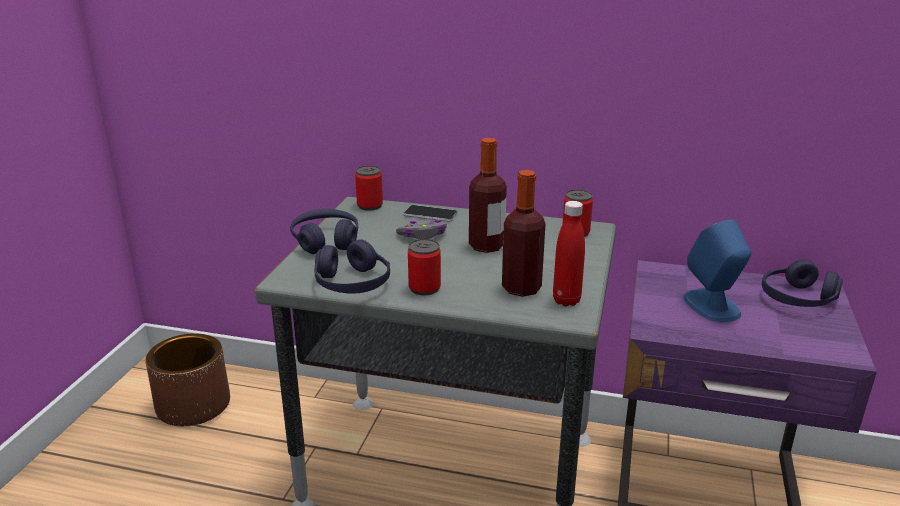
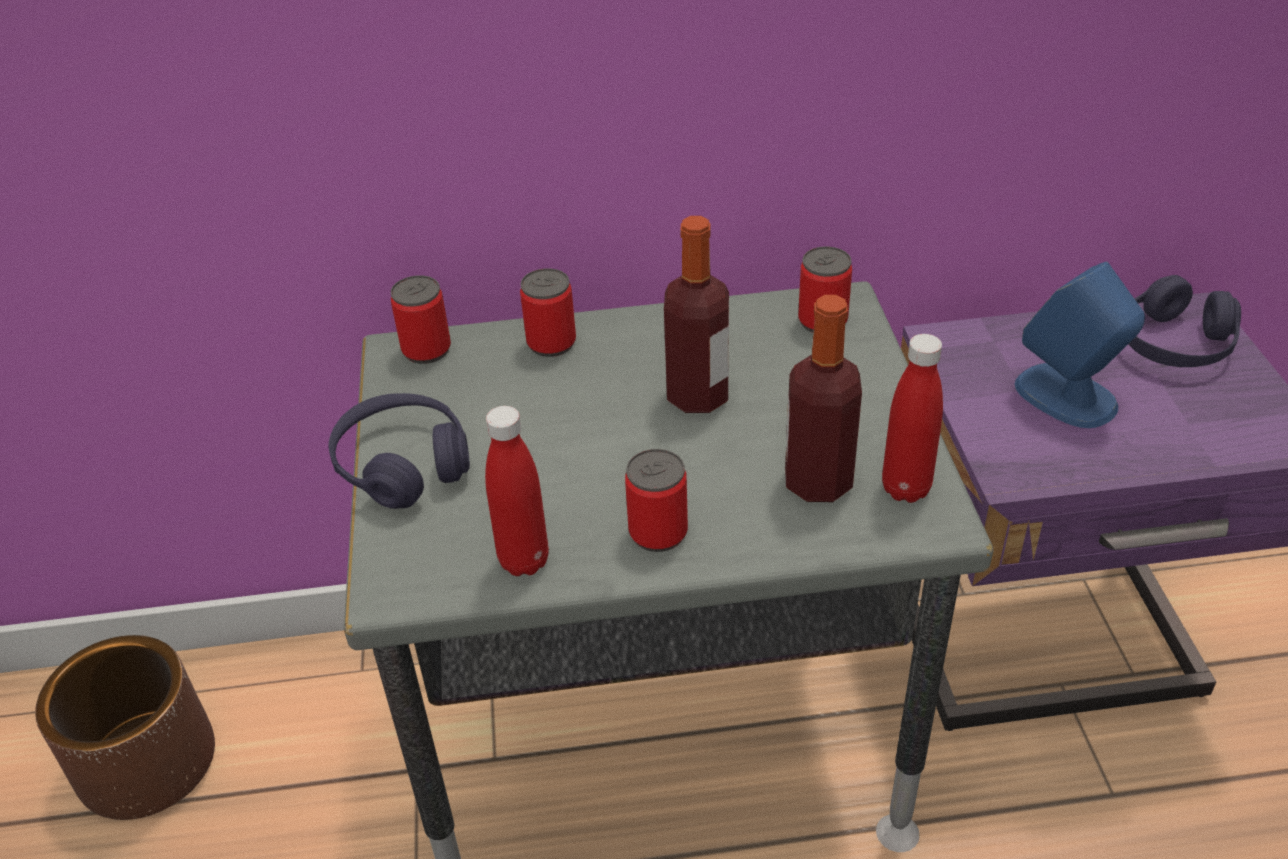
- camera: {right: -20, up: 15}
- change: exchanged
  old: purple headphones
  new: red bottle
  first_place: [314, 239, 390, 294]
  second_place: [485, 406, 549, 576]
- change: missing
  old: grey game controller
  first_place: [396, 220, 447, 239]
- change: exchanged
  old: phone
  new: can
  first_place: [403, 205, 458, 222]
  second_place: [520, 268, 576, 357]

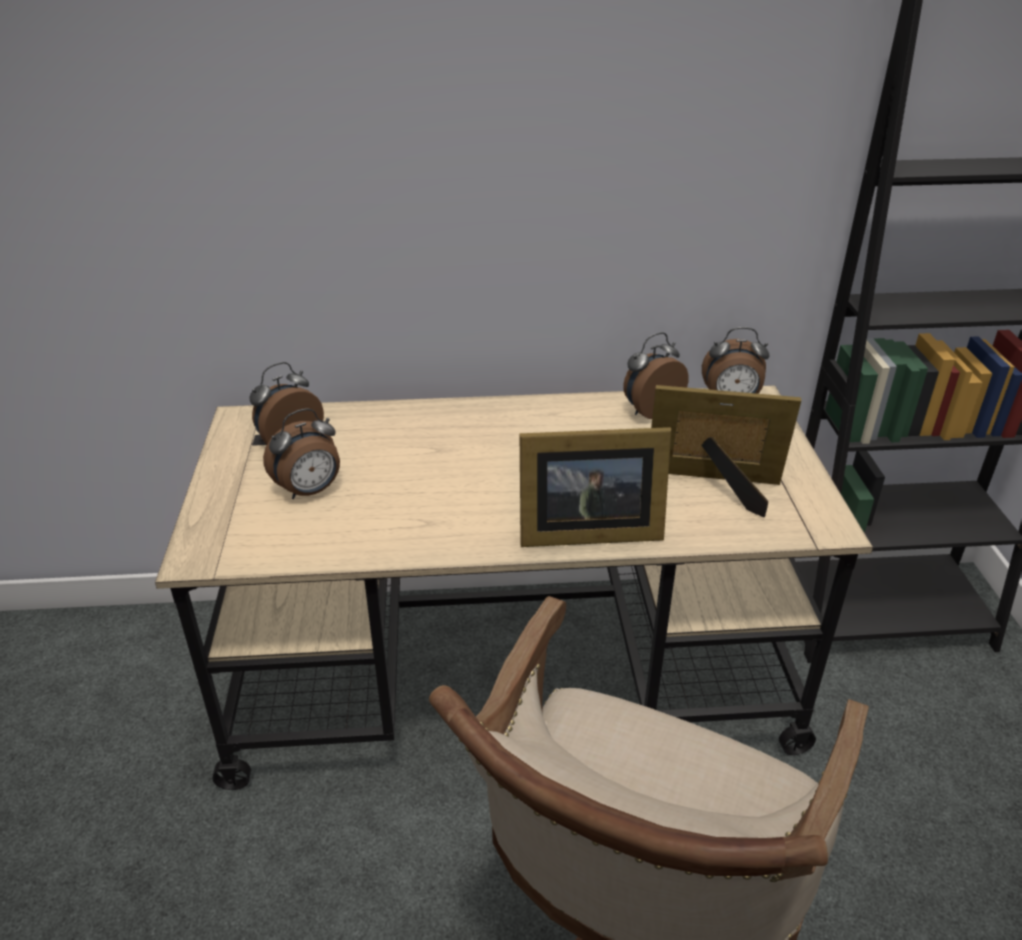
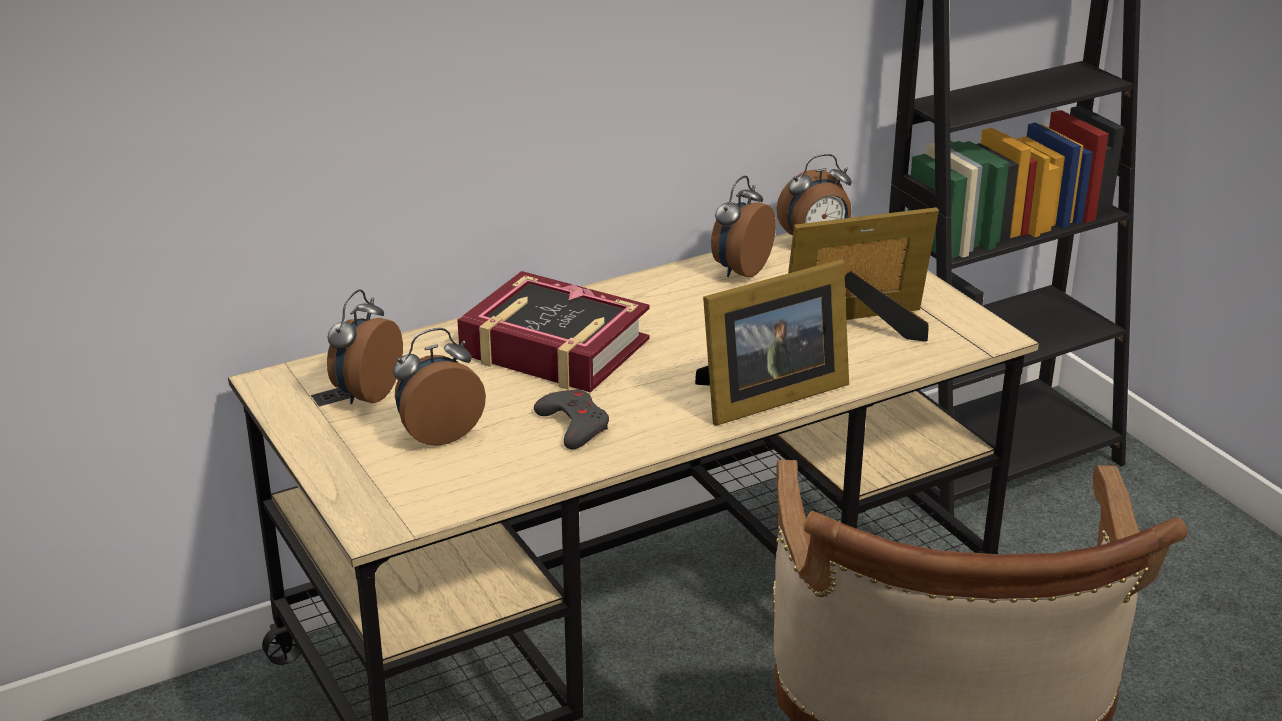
- camera: {right: -25, up: -5}
- change: spun
  old: alarm clock
  first_place: [263, 408, 340, 499]
  second_place: [393, 328, 486, 446]
  degrees: -150
- change: appeared
  new: book
  second_place: [457, 271, 649, 393]
- change: appeared
  new: grey game controller
  second_place: [534, 389, 609, 450]

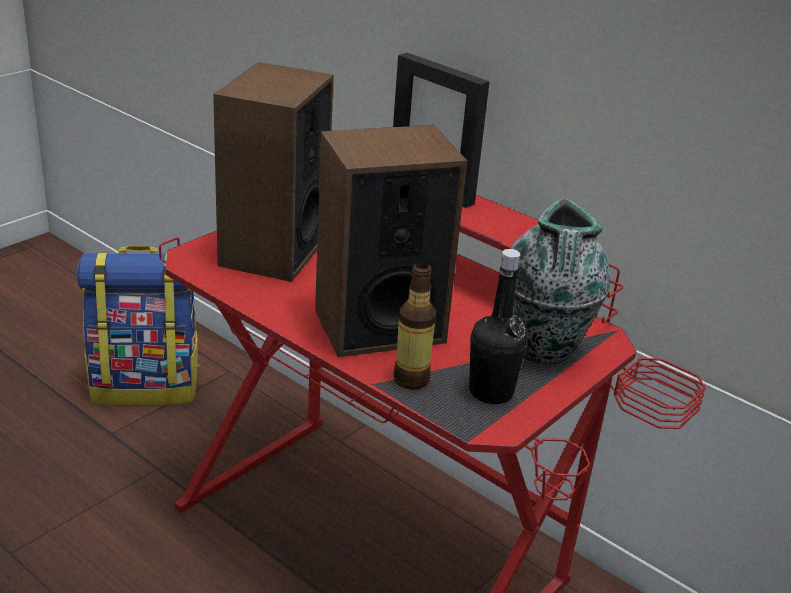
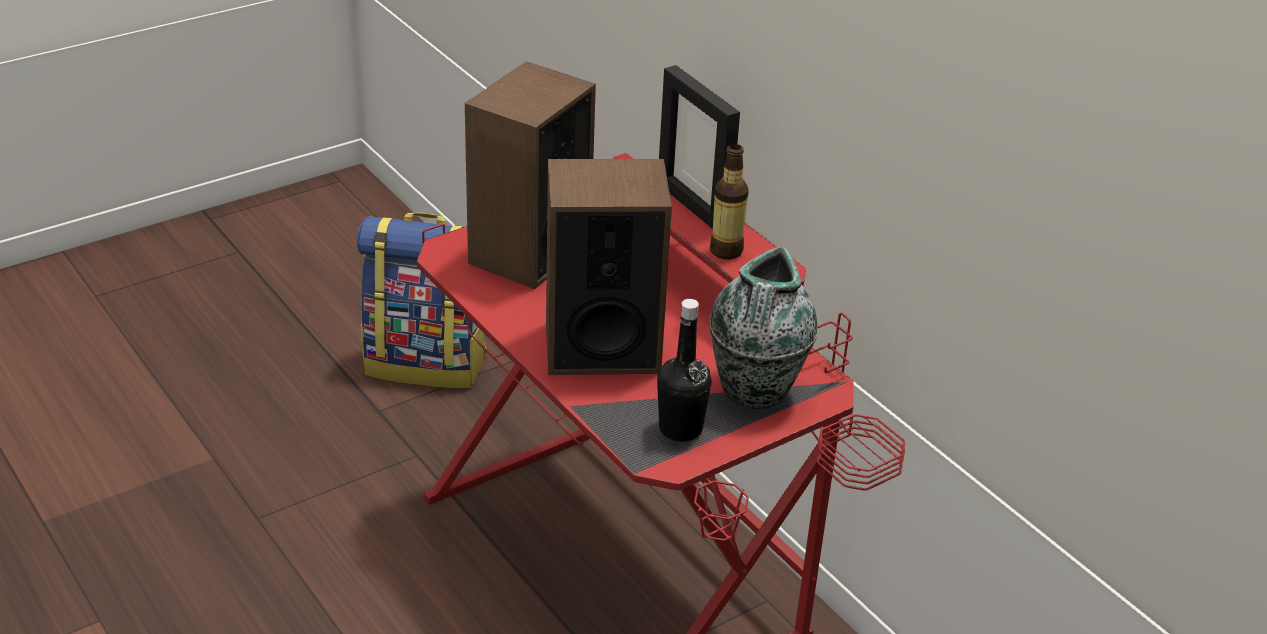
- camera: {right: 15, up: 5}
- change: relocated
  old: bottle
  first_place: [393, 263, 436, 390]
  second_place: [710, 144, 749, 259]

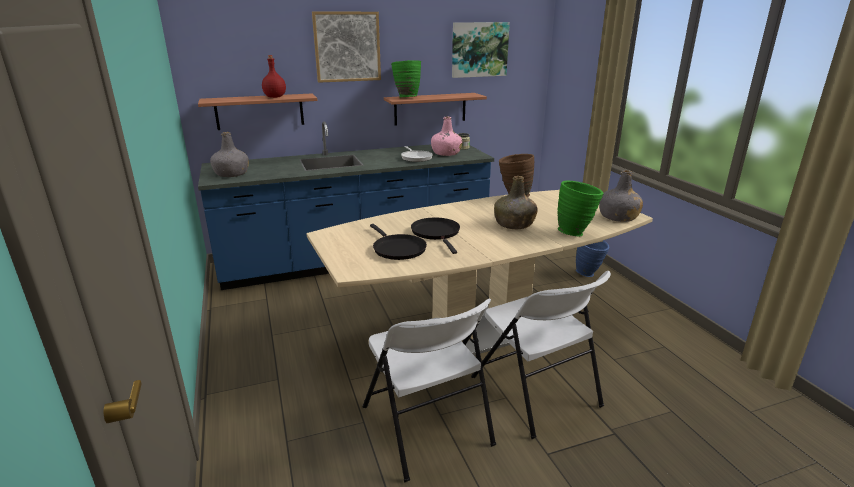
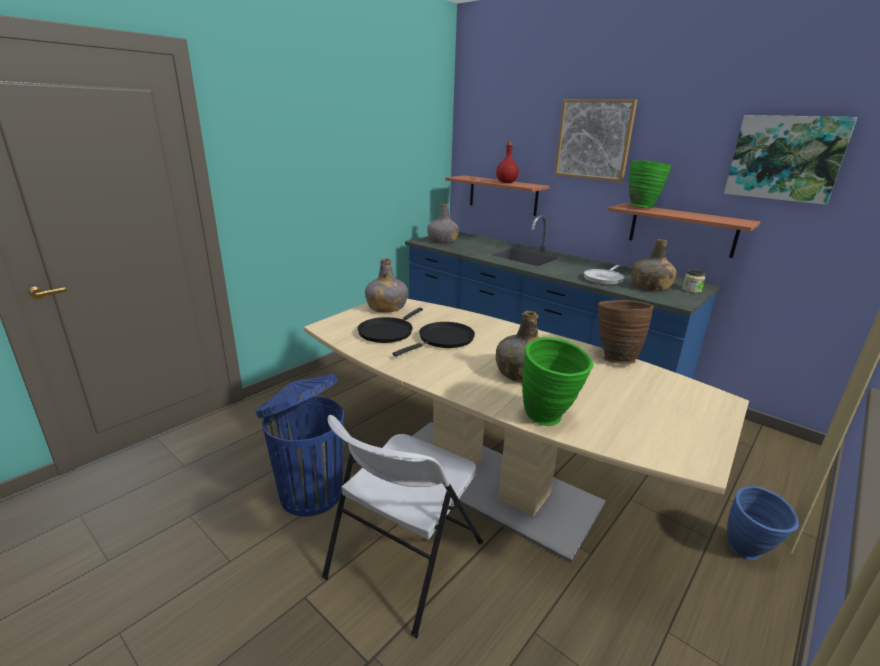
- camera: {right: 60, up: 0}
- change: exchanged
  old: white chair
  new: blue trash can
  first_place: [362, 299, 496, 483]
  second_place: [256, 374, 344, 517]
- change: colour
  old: pink bottle
  new: green bottle
  first_place: [431, 117, 462, 156]
  second_place: [631, 239, 677, 292]
- change: relocated
  old: grey bottle
  first_place: [599, 170, 643, 222]
  second_place: [365, 258, 408, 313]

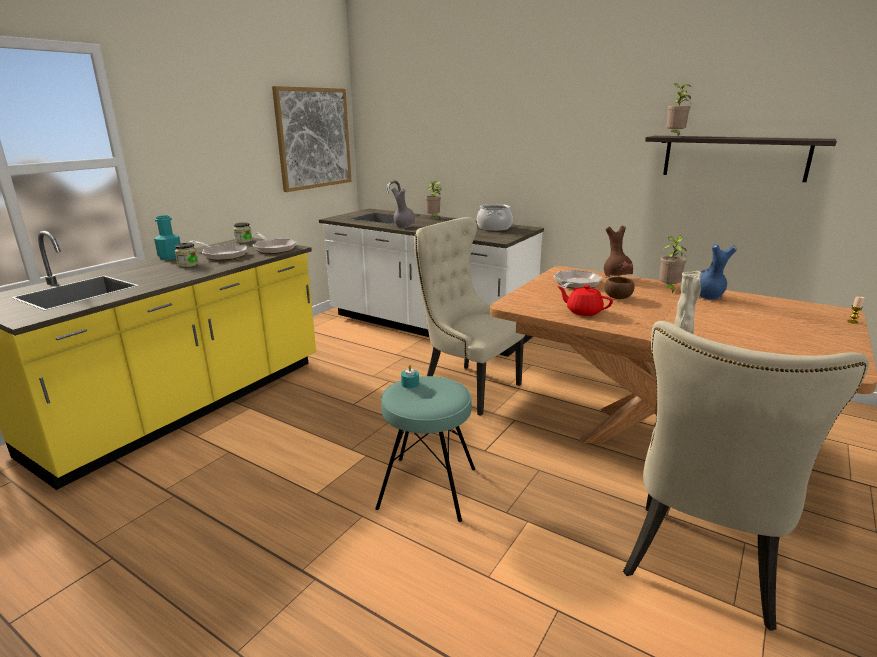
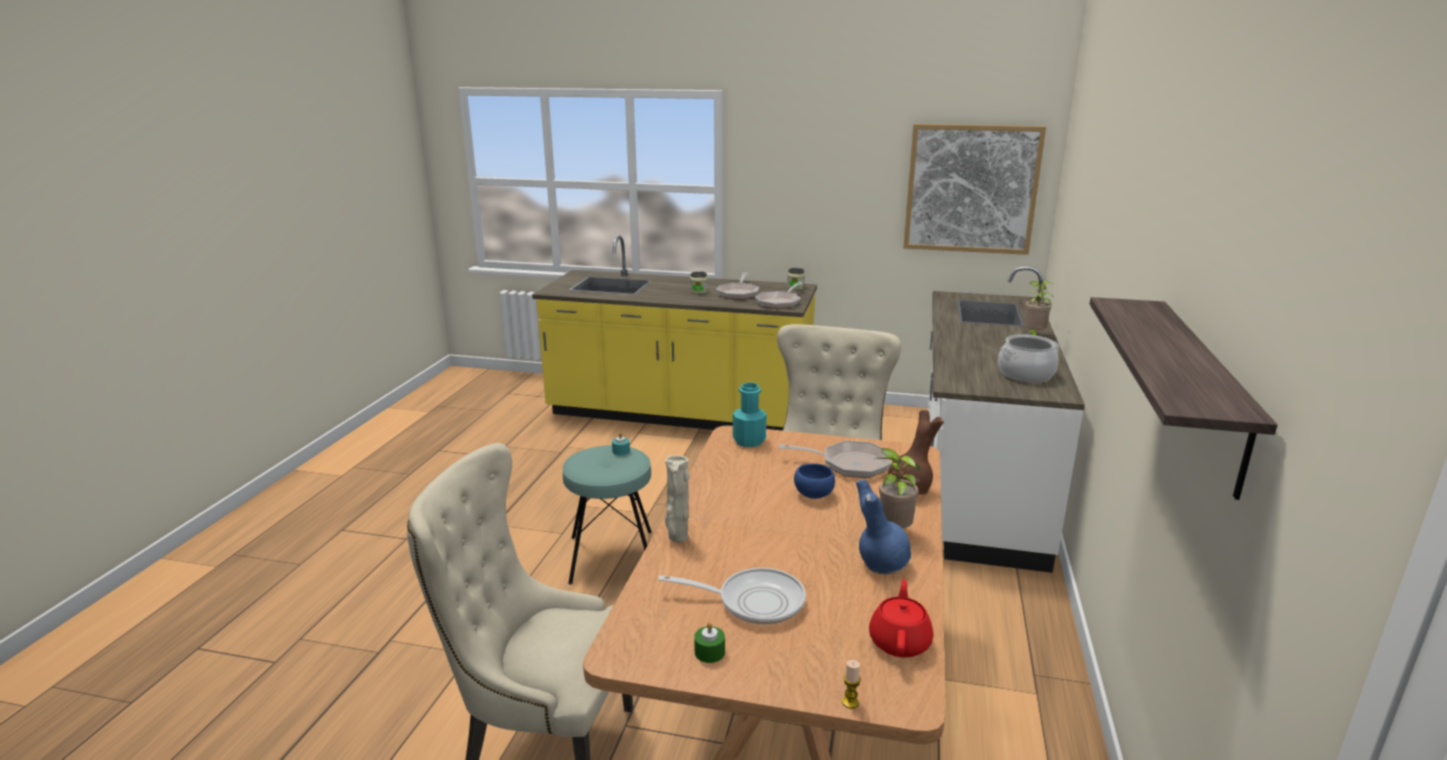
- camera: {right: 70, up: 0}
- change: relocated
  old: turquoise bottle
  first_place: [154, 215, 181, 260]
  second_place: [733, 383, 766, 447]
- change: missing
  old: grey vase
  first_place: [391, 187, 415, 228]
- change: relocated
  old: red teapot
  first_place: [557, 285, 613, 316]
  second_place: [869, 579, 934, 658]
- change: colour
  old: brown bowl
  new: blue bowl
  first_place: [604, 277, 634, 299]
  second_place: [794, 464, 835, 499]
- change: missing
  old: potted plant
  first_place: [666, 83, 692, 136]
- change: appeared
  new: frying pan
  second_place: [658, 568, 806, 625]
- change: appeared
  new: green candle
  second_place: [694, 622, 725, 663]

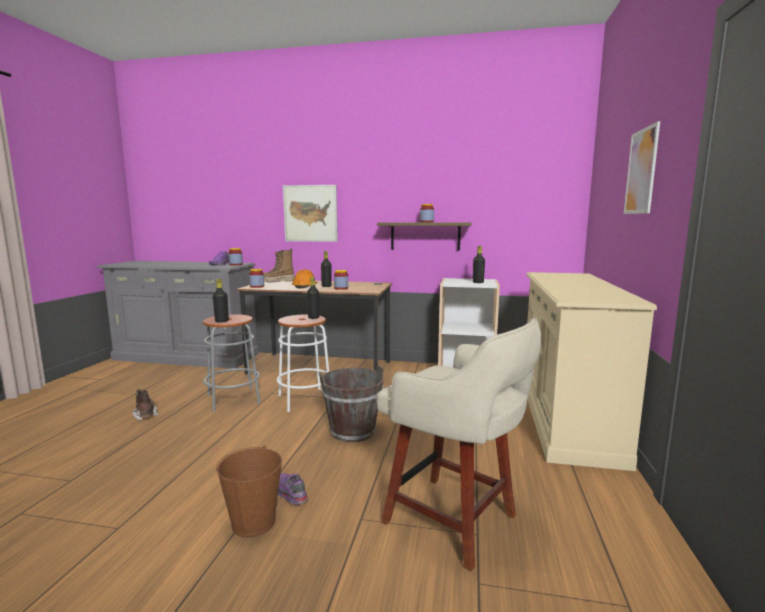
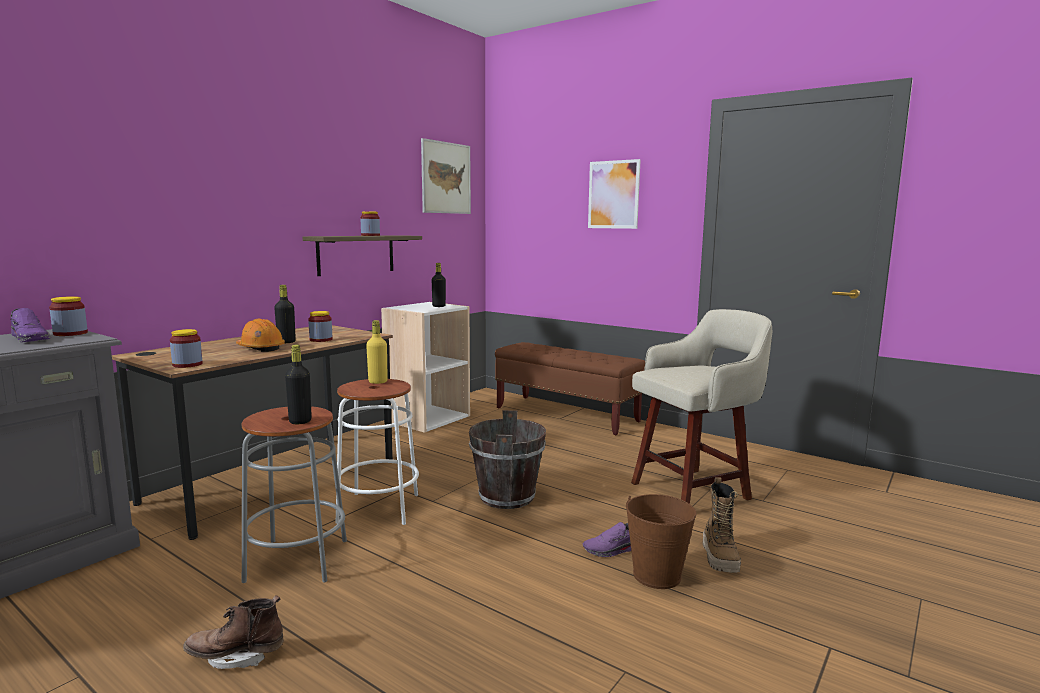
- camera: {right: -65, up: 0}
- change: relocated
  old: boot
  first_place: [264, 248, 294, 282]
  second_place: [703, 477, 741, 573]
- change: relocated
  old: picture
  first_place: [283, 185, 338, 242]
  second_place: [421, 138, 471, 214]
- change: colour
  old: black bottle
  new: yellow bottle
  first_place: [307, 276, 320, 319]
  second_place: [366, 320, 388, 384]
- change: exchanged
  old: beige cabinet
  new: brown bench
  first_place: [526, 272, 657, 471]
  second_place: [495, 342, 645, 435]

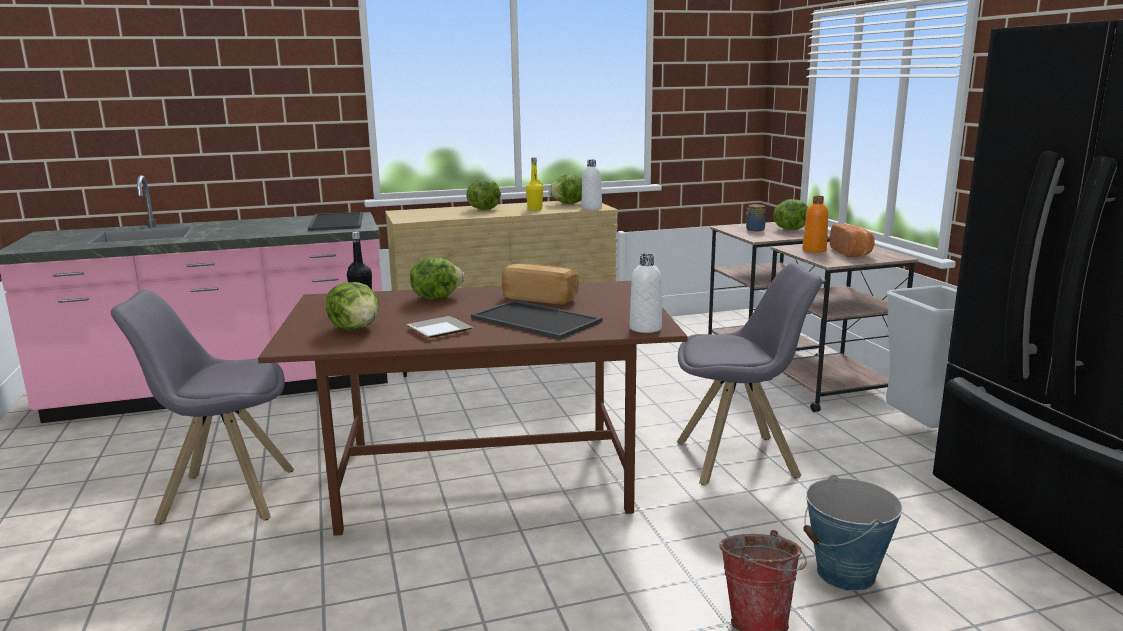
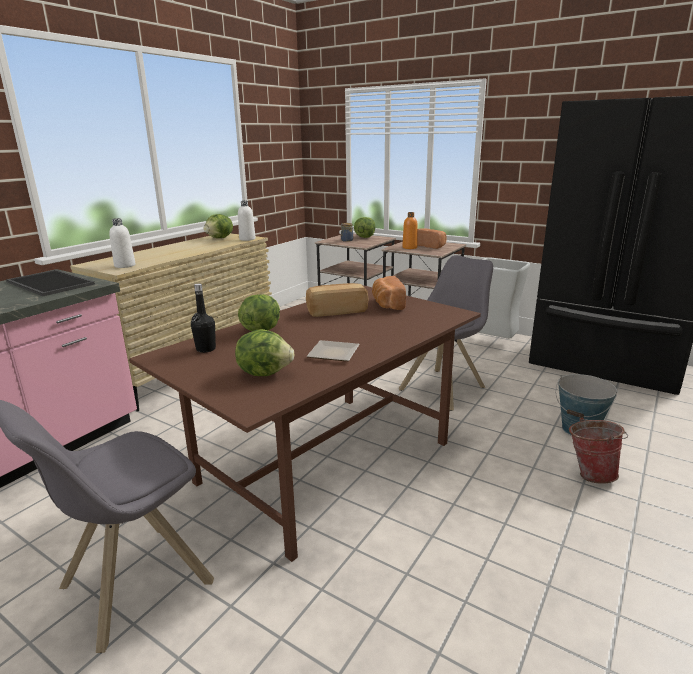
- camera: {right: -40, up: 5}
- change: missing
  old: lettuce
  first_place: [466, 179, 501, 210]
- change: missing
  old: tray
  first_place: [471, 300, 602, 340]
- change: missing
  old: yellow bottle
  first_place: [526, 157, 543, 210]
- change: relocated
  old: white bottle
  first_place: [630, 254, 662, 333]
  second_place: [109, 218, 135, 268]
- change: appeared
  new: bread
  second_place: [372, 276, 406, 310]

